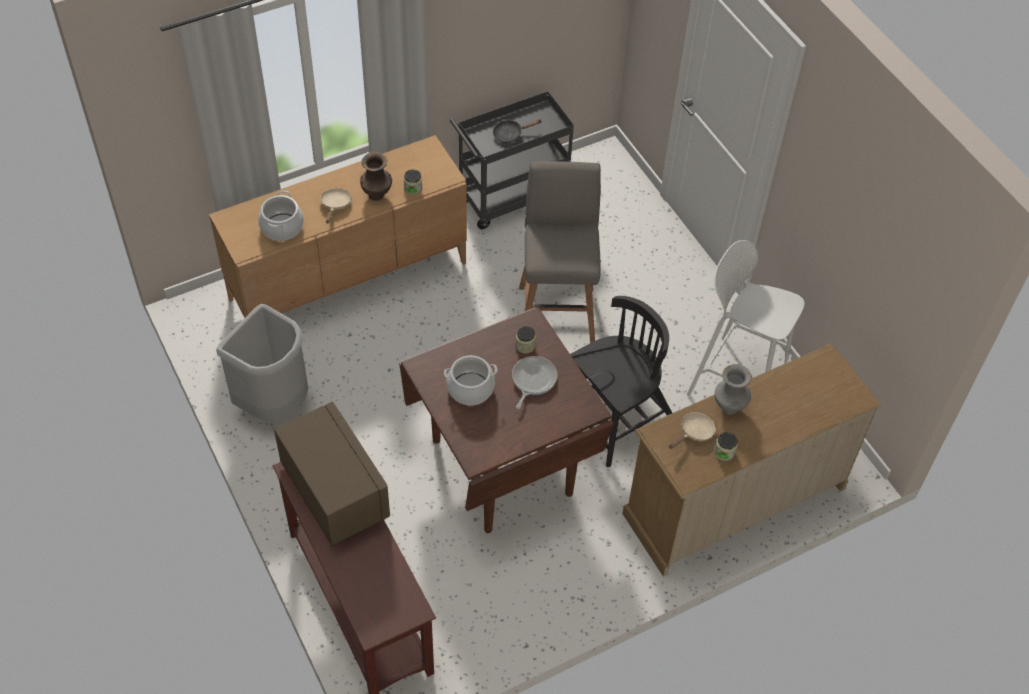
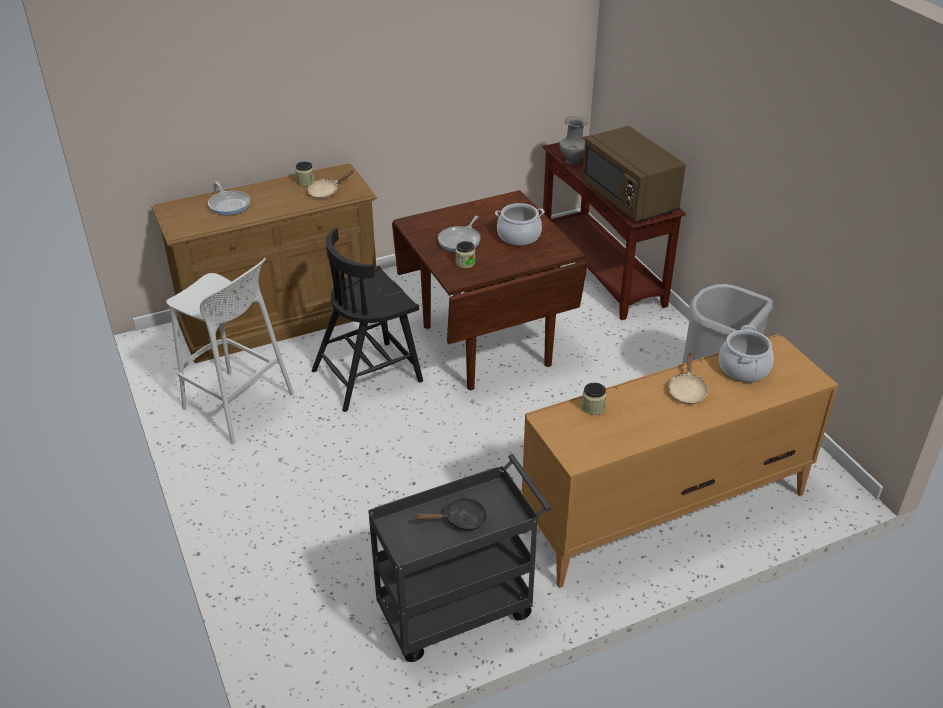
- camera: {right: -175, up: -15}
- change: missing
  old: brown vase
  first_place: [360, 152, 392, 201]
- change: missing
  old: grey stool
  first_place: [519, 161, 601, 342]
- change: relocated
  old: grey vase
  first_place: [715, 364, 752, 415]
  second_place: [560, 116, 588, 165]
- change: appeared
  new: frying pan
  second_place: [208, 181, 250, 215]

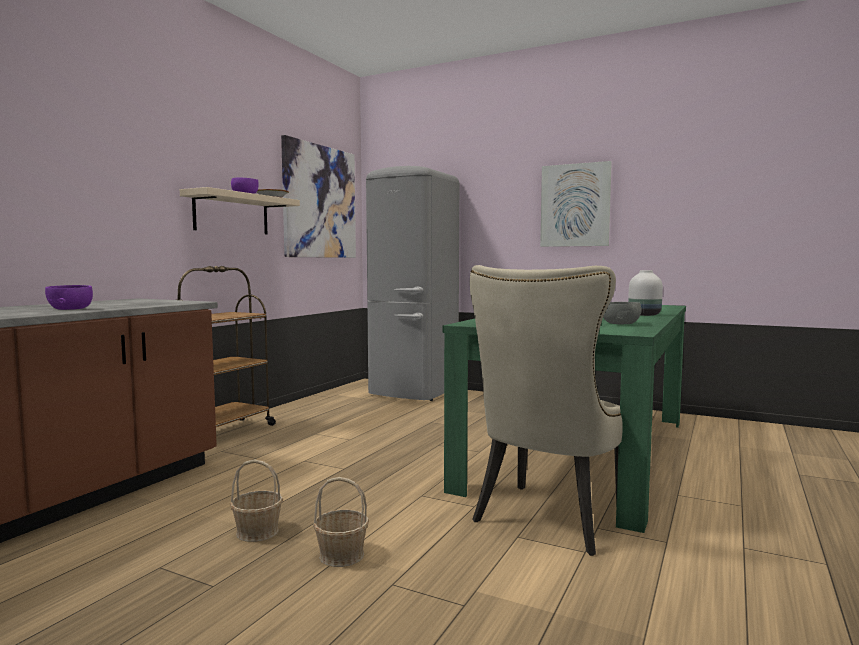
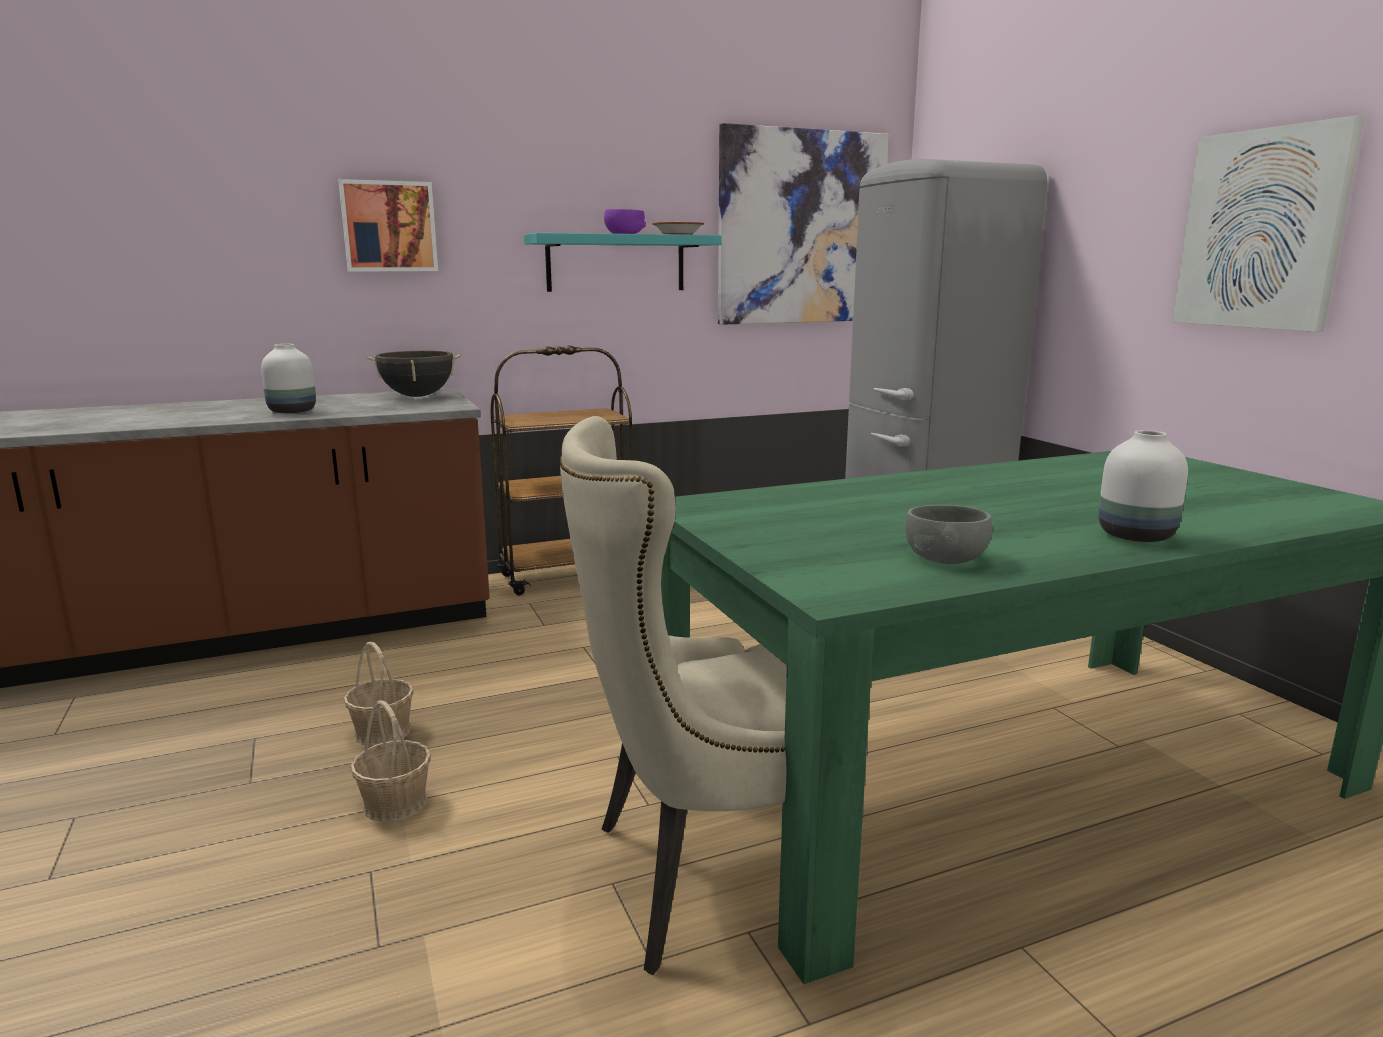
- camera: {right: 40, up: 10}
- change: exchanged
  old: purple bowl
  new: white vase
  first_place: [45, 285, 93, 310]
  second_place: [261, 344, 316, 413]
- change: colour
  old: beige shelf
  new: turquoise shelf
  first_place: [180, 187, 300, 234]
  second_place: [524, 233, 721, 292]
- change: appeared
  new: picture
  second_place: [338, 179, 438, 271]
- change: appeared
  new: black cooking pot
  second_place: [365, 351, 463, 397]

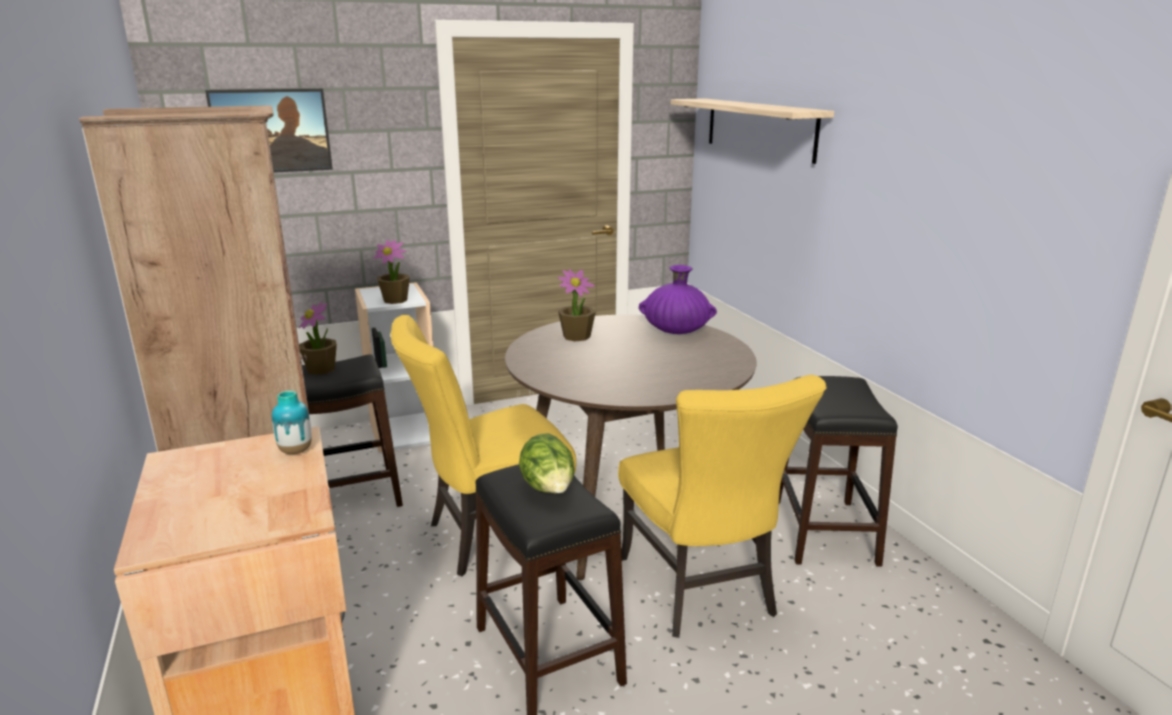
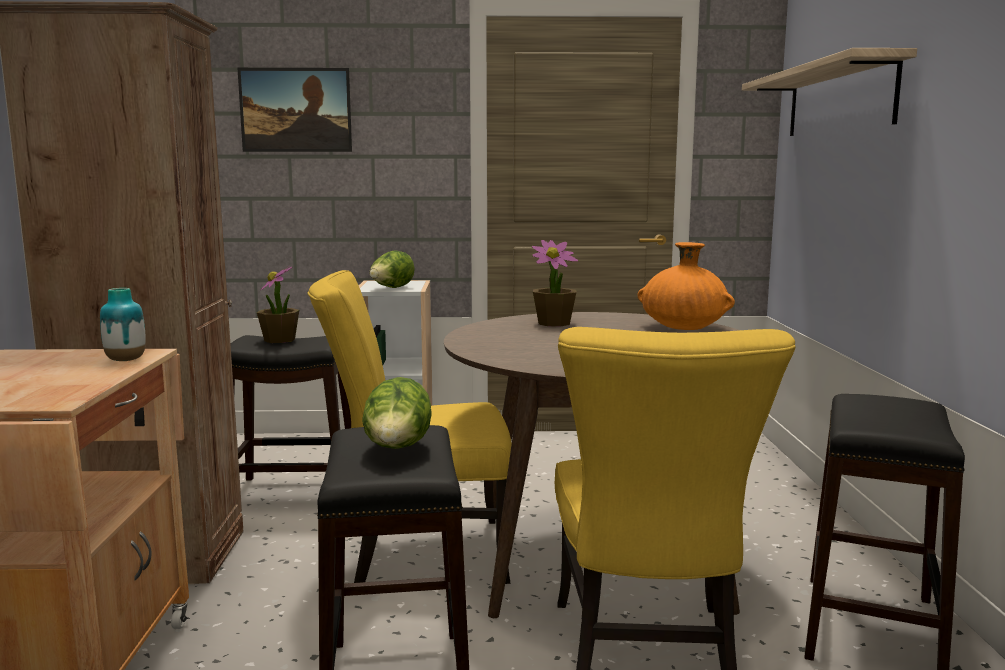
- camera: {right: 20, up: -10}
- change: exchanged
  old: potted plant
  new: lettuce
  first_place: [374, 240, 410, 304]
  second_place: [369, 251, 415, 288]
- change: colour
  old: purple vase
  new: orange vase
  first_place: [639, 265, 717, 334]
  second_place: [637, 242, 735, 330]

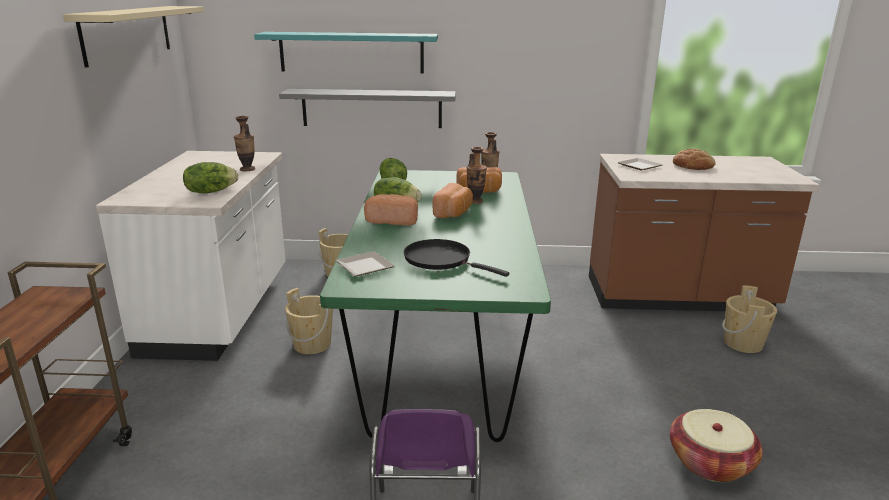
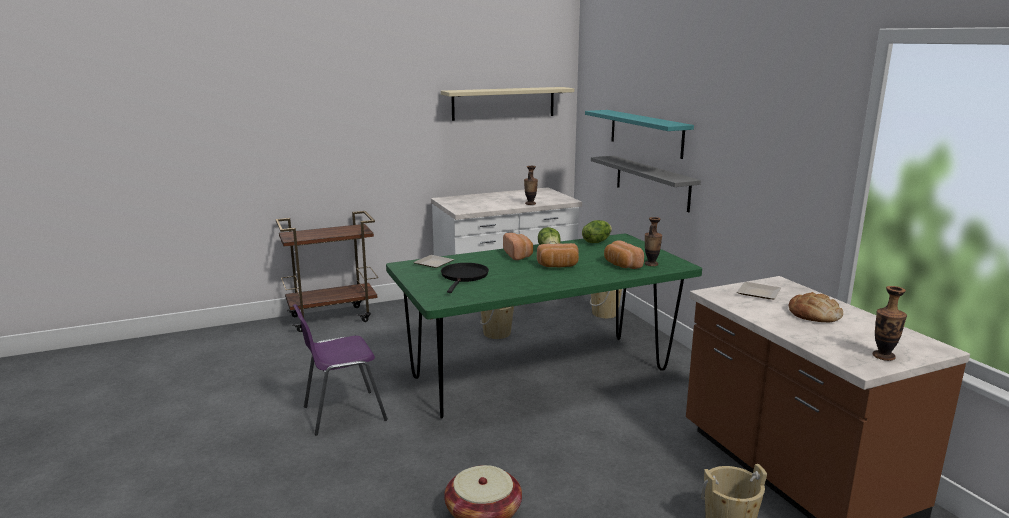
- camera: {right: 65, up: -5}
- change: missing
  old: lettuce
  first_place: [183, 162, 238, 193]
- change: relocated
  old: vase
  first_place: [467, 147, 487, 204]
  second_place: [872, 286, 907, 361]

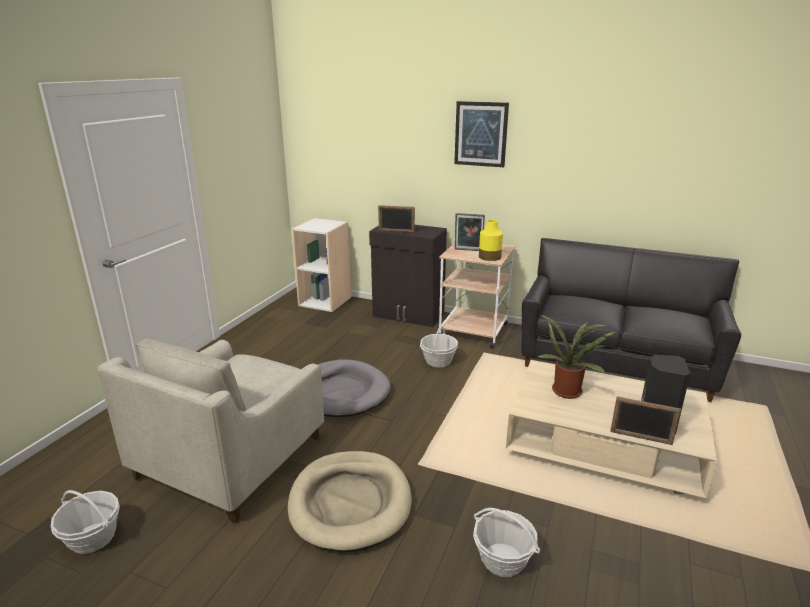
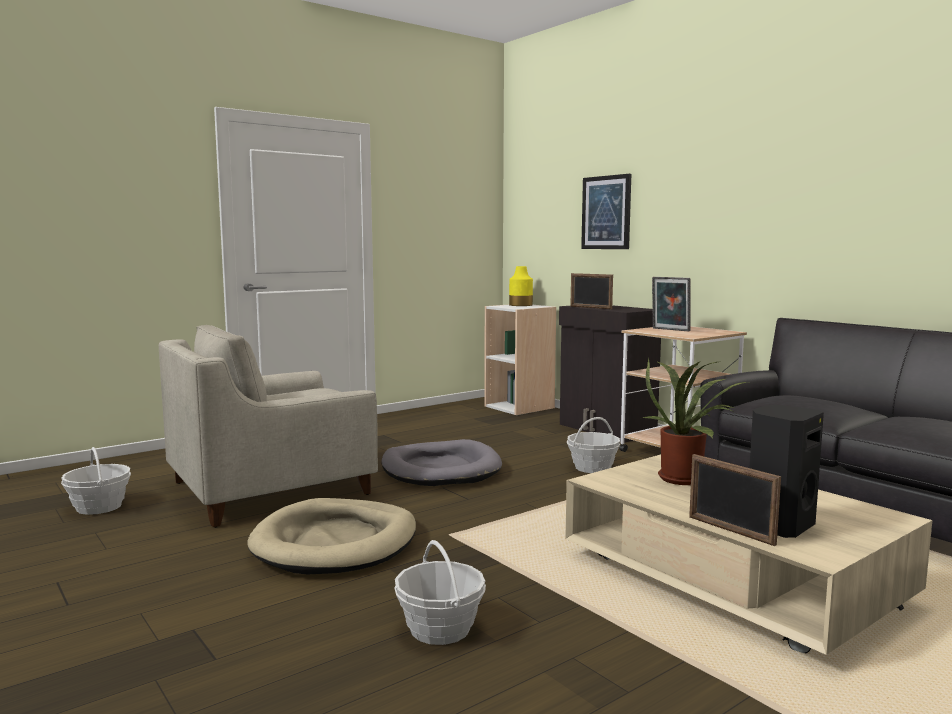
- camera: {right: 30, up: -15}
- change: relocated
  old: picture
  first_place: [454, 101, 509, 167]
  second_place: [581, 174, 631, 249]
- change: relocated
  old: yellow vase
  first_place: [479, 220, 503, 261]
  second_place: [509, 266, 533, 306]

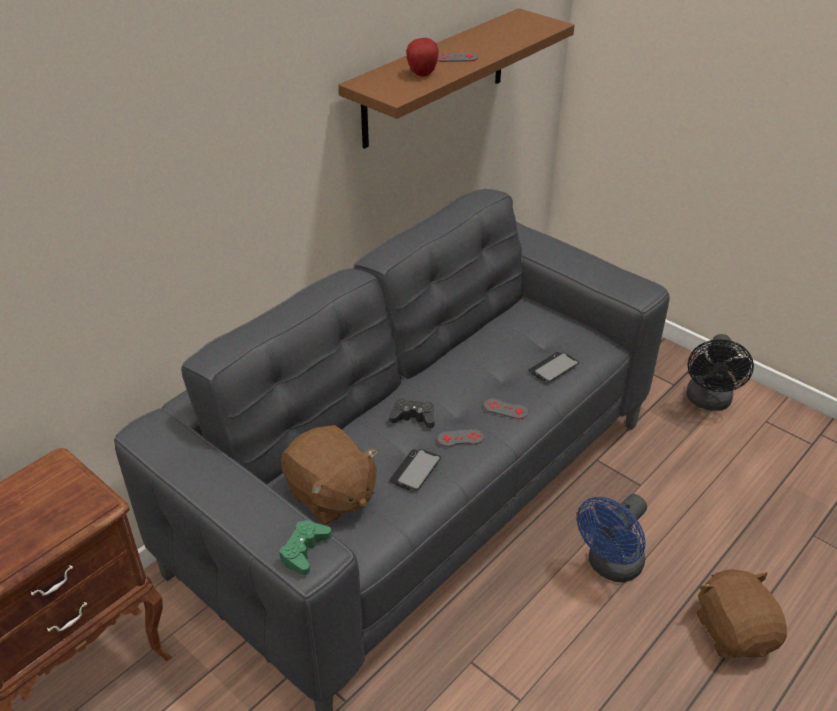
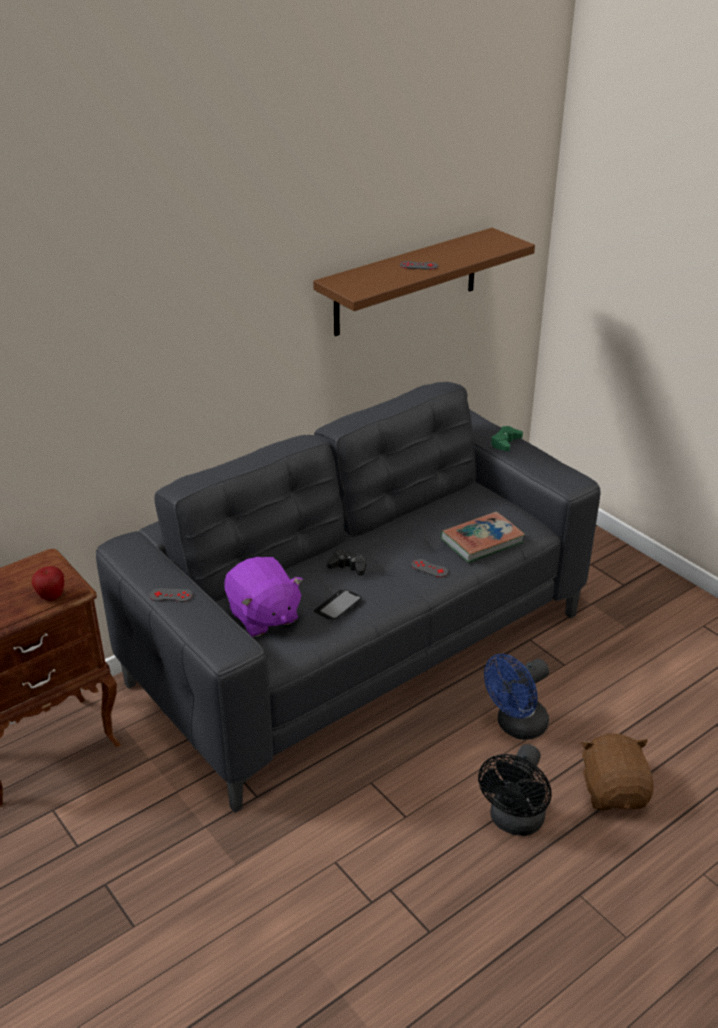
- camera: {right: 10, up: -5}
- change: relocated
  old: green game controller
  first_place: [279, 520, 332, 575]
  second_place: [490, 426, 523, 451]
- change: colour
  old: brown plush toy
  new: purple plush toy
  first_place: [281, 425, 378, 525]
  second_place: [225, 557, 303, 637]
- change: relocated
  old: apple
  first_place: [406, 38, 439, 76]
  second_place: [32, 566, 64, 601]
- change: relocated
  old: grey game controller
  first_place: [438, 429, 484, 447]
  second_place: [149, 588, 193, 602]
- change: exchanged
  old: phone
  new: book
  first_place: [528, 352, 579, 382]
  second_place: [440, 511, 525, 563]
- change: relocated
  old: black fan
  first_place: [686, 334, 754, 411]
  second_place: [478, 744, 552, 836]

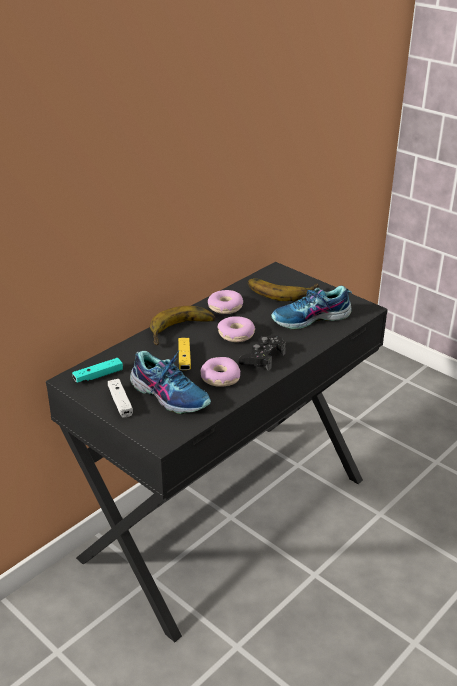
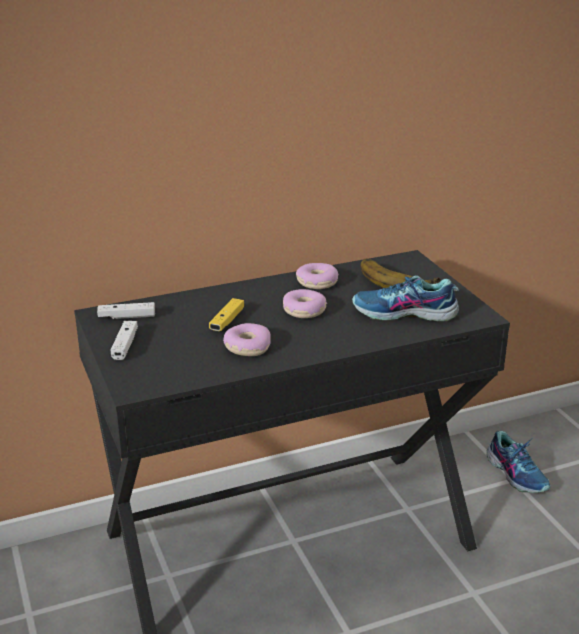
- camera: {right: 25, up: -5}
- change: colour
  old: turquoise game controller
  new: white game controller
  first_place: [72, 358, 123, 383]
  second_place: [97, 302, 155, 319]
- change: relocated
  old: shoe
  first_place: [130, 350, 211, 414]
  second_place: [486, 431, 550, 493]
- change: missing
  old: banana
  first_place: [150, 306, 215, 345]
- change: missing
  old: black game controller
  first_place: [239, 335, 286, 371]

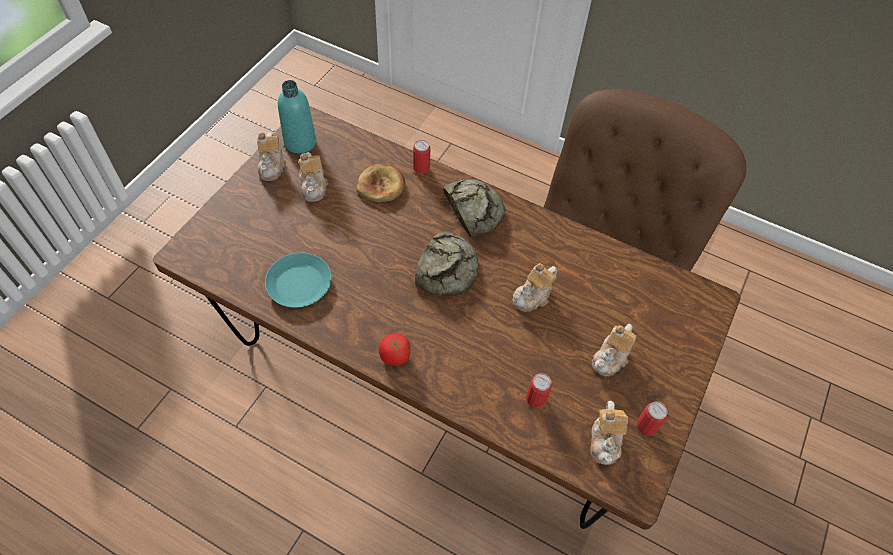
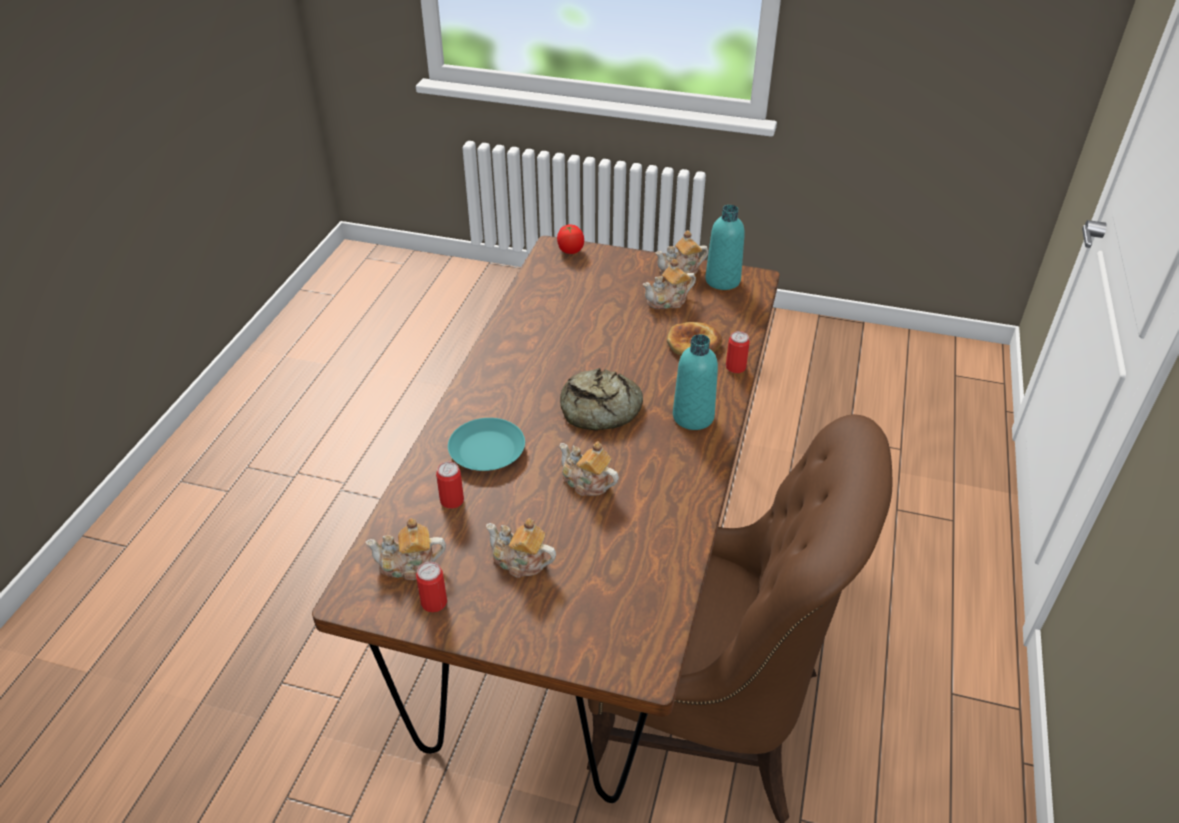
- camera: {right: 80, up: -15}
- change: relocated
  old: turquoise plate
  first_place: [265, 253, 332, 308]
  second_place: [448, 418, 525, 471]
- change: relocated
  old: tomato
  first_place: [379, 333, 411, 366]
  second_place: [557, 224, 584, 254]
- change: exchanged
  old: bread
  new: turquoise bottle
  first_place: [443, 179, 505, 238]
  second_place: [673, 334, 718, 430]

